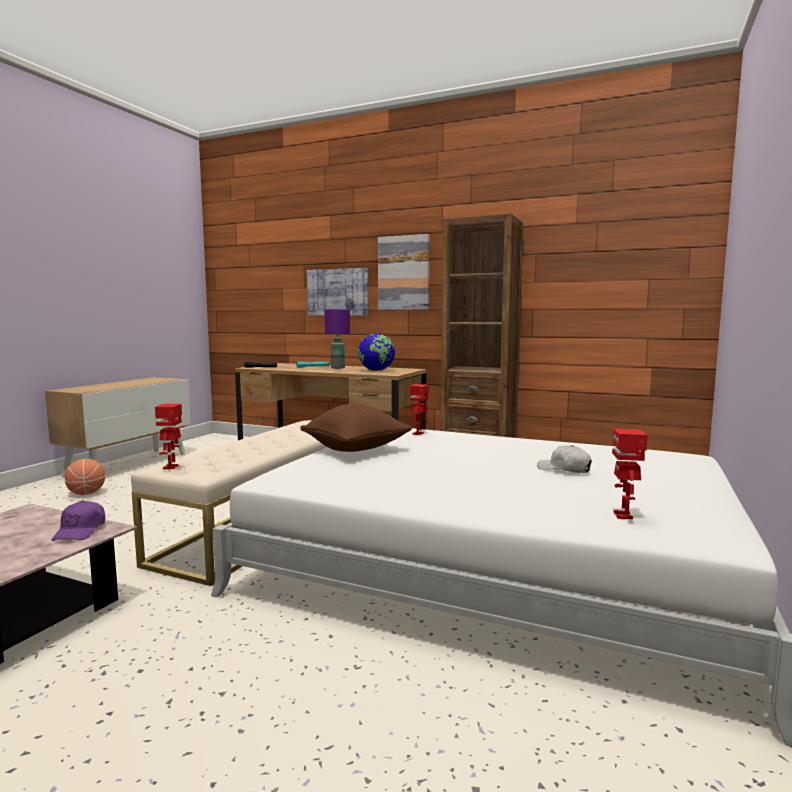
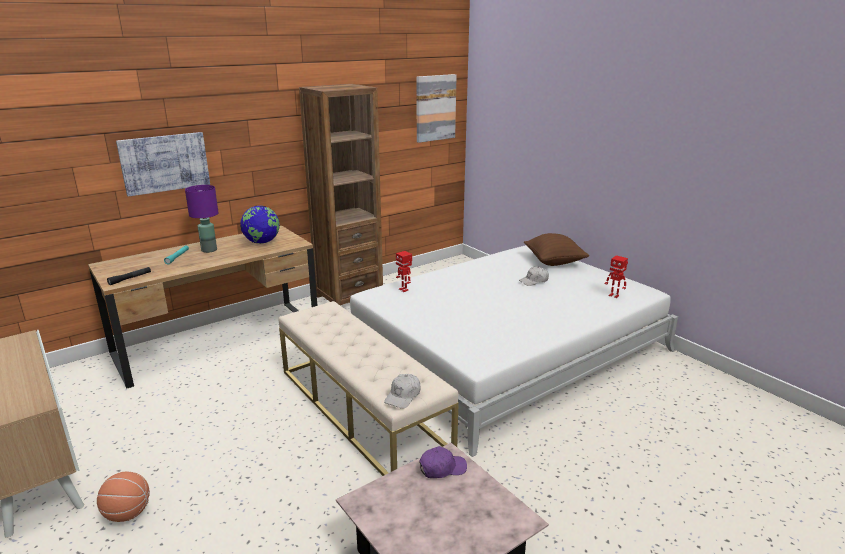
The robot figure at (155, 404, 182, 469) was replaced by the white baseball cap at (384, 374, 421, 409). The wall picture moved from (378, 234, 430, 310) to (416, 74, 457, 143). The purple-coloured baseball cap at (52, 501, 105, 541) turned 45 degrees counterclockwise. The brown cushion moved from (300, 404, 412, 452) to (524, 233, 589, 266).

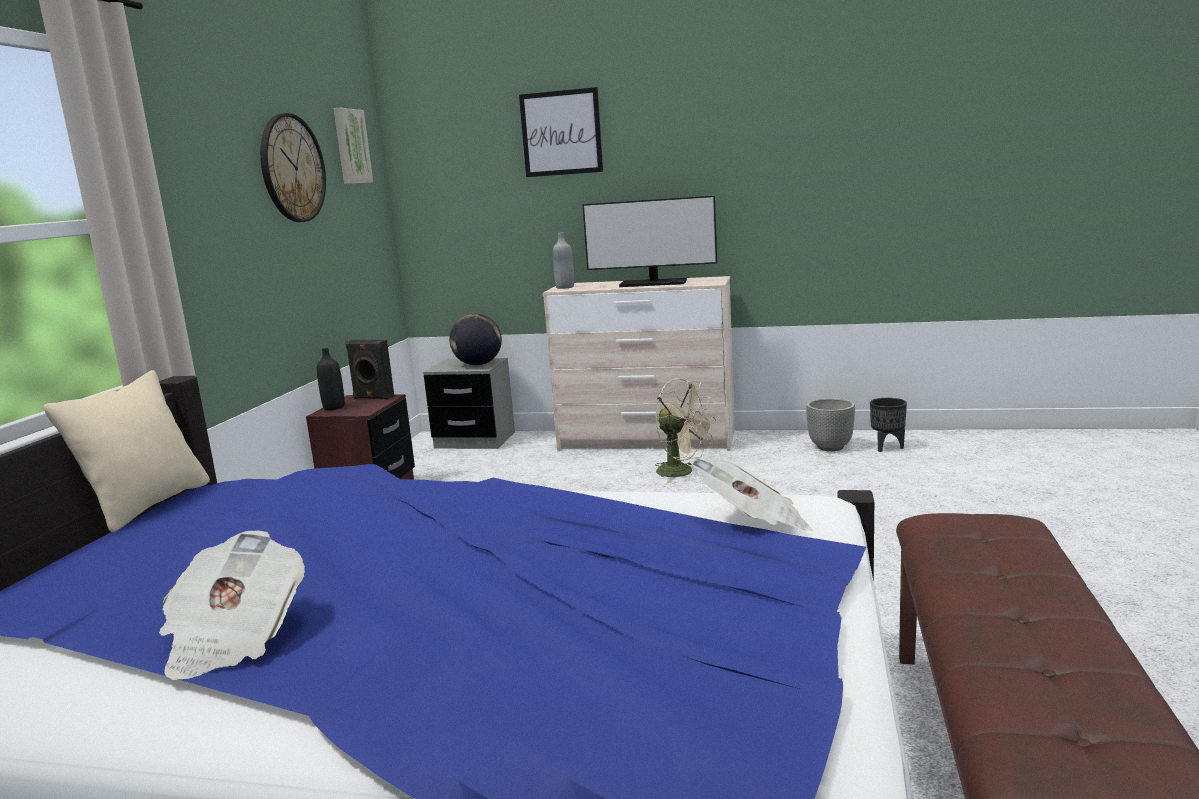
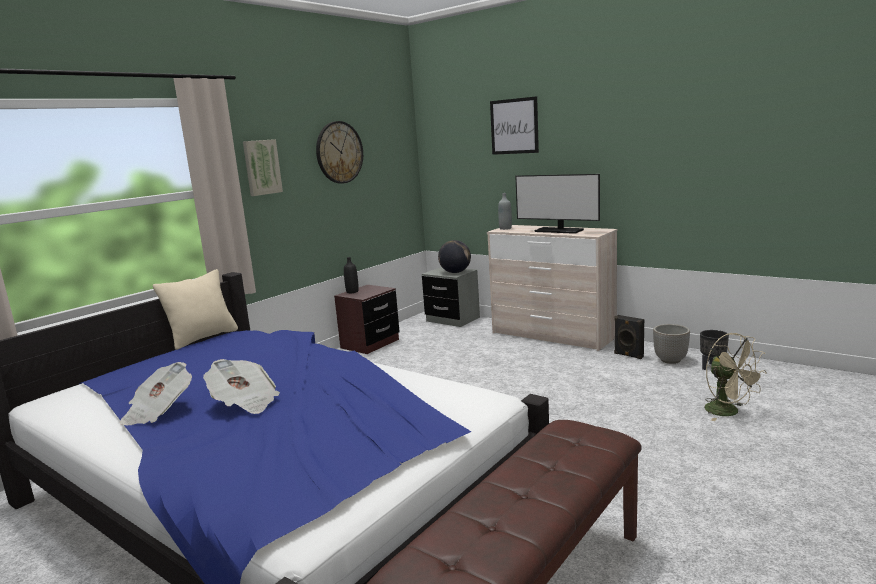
The daily paper moved from (689, 458, 813, 531) to (203, 359, 280, 414). The wall picture moved from (333, 108, 373, 184) to (243, 139, 283, 196). The black loudspeaker moved from (345, 340, 394, 400) to (614, 315, 644, 359). The beige electric fan moved from (655, 378, 716, 483) to (704, 333, 767, 421).

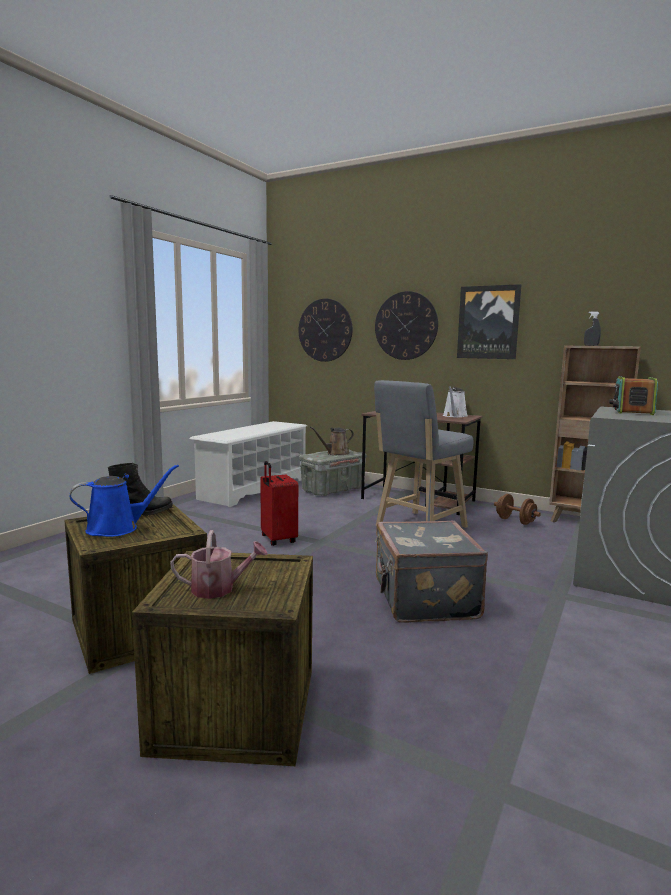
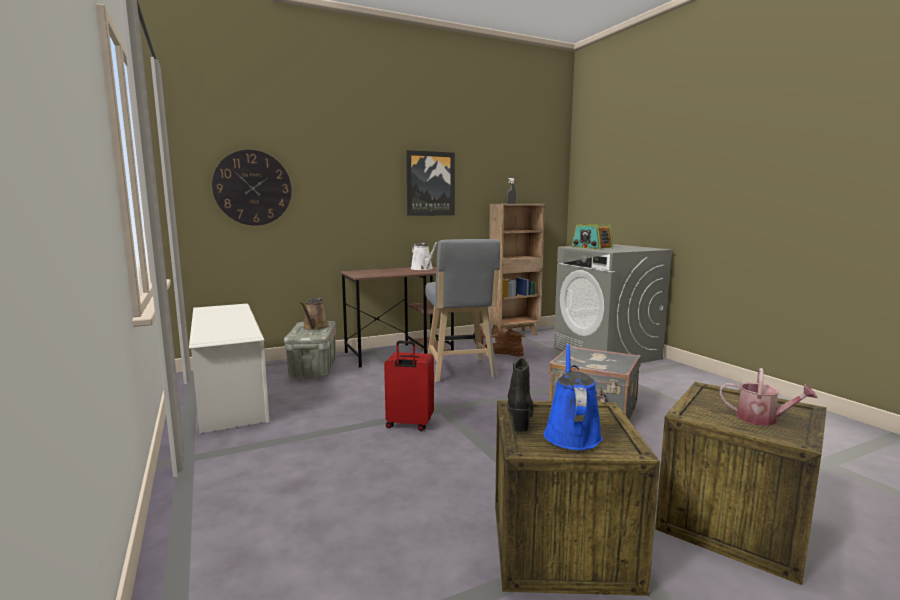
The brown boot at (484, 327, 526, 356) appeared. The watering pot at (170, 530, 268, 599) turned 90 degrees clockwise. The hanging clock at (375, 291, 438, 360) disappeared.

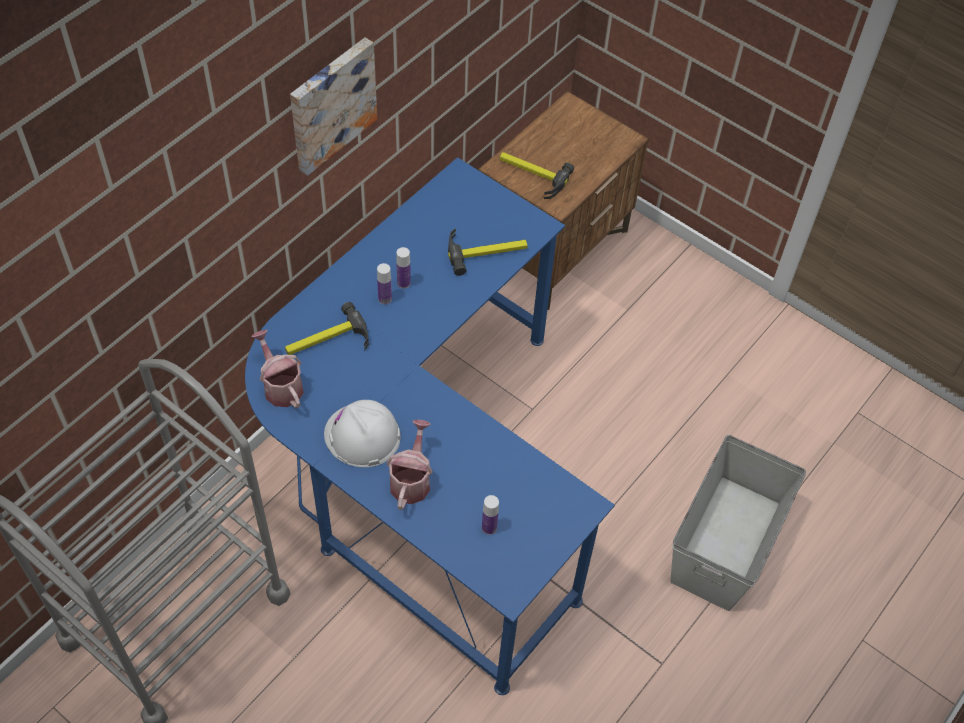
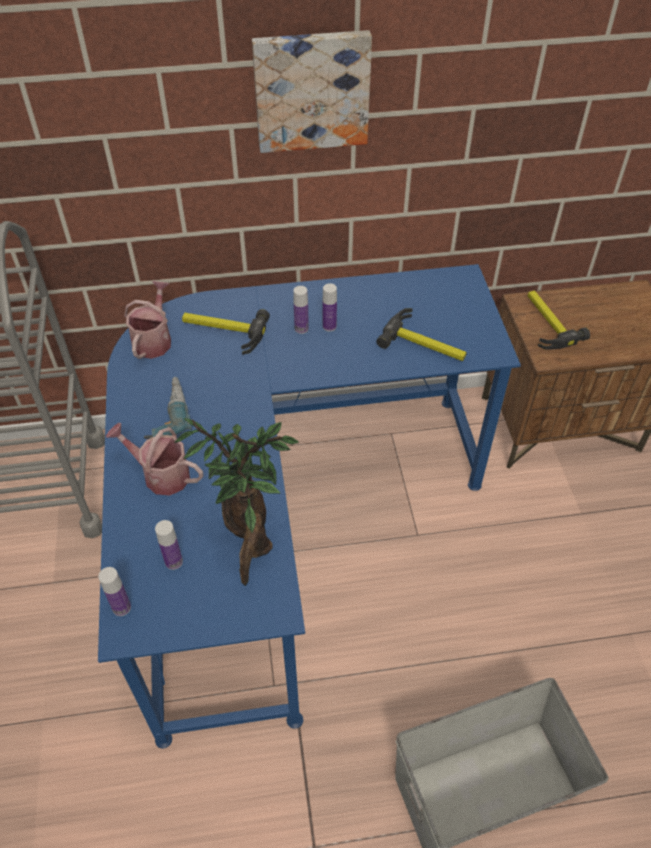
The drink bottle at (98, 567, 131, 616) appeared. The watering pot at (387, 420, 433, 510) turned 120 degrees counterclockwise. The white work helmet at (324, 400, 401, 467) was replaced by the electric drill at (144, 377, 192, 439). The potted plant at (175, 418, 299, 586) appeared.

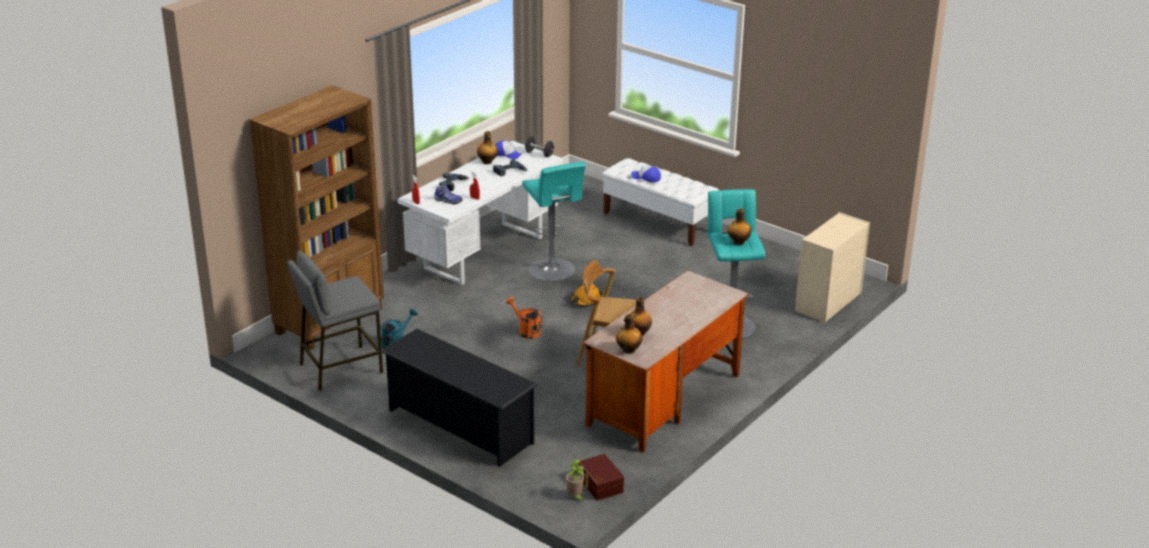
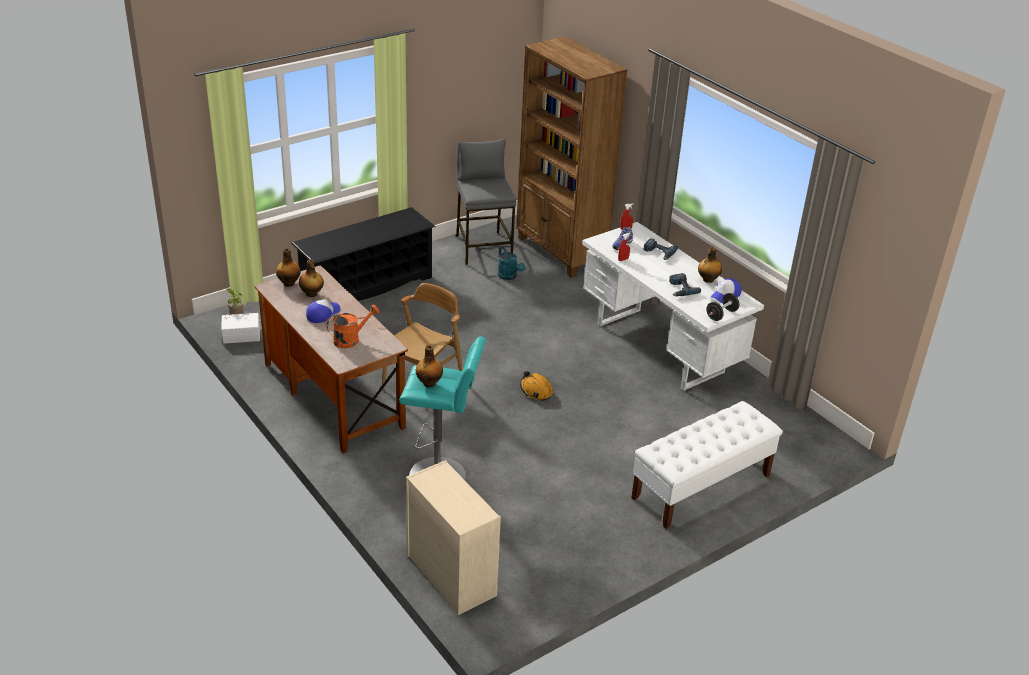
The brown storage box at (578, 454, 624, 501) became the white storage box at (221, 313, 260, 344). The baseball cap moved from (631, 166, 661, 182) to (306, 299, 340, 323). The orangey watering pot moved from (506, 297, 543, 339) to (327, 304, 380, 348). The turquoise-coloured stool seat at (522, 162, 586, 281) disappeared.

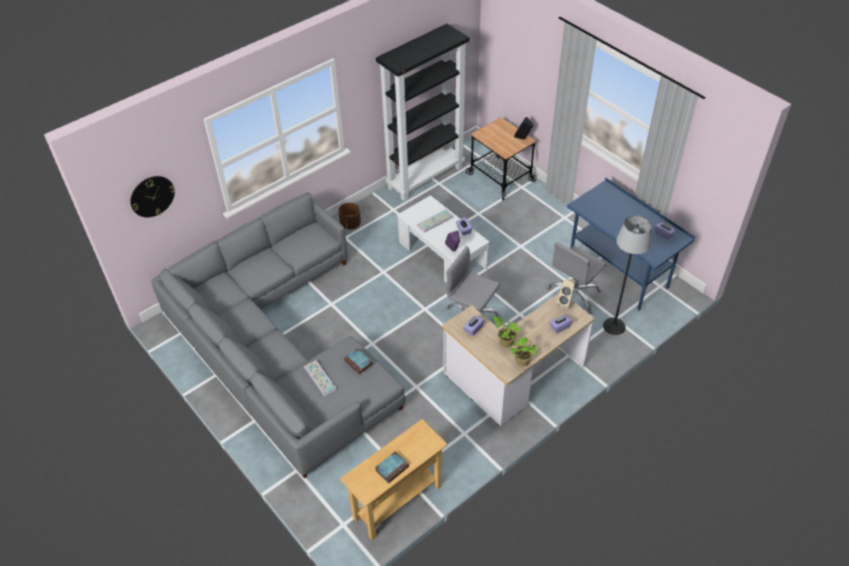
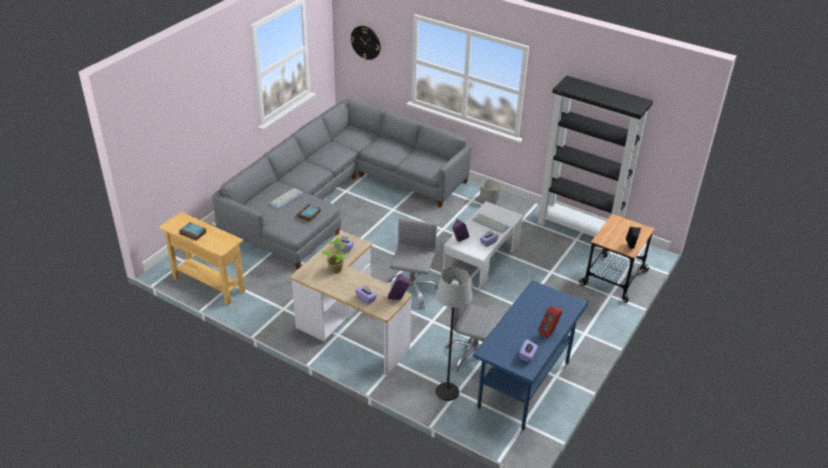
The beige loudspeaker at (556, 279, 575, 310) became the purple-coloured loudspeaker at (388, 274, 410, 300). The brown plant pot at (338, 203, 361, 229) became the grey plant pot at (480, 179, 501, 203). The red loudspeaker at (538, 306, 562, 338) appeared. The potted plant at (509, 337, 538, 366) disappeared.

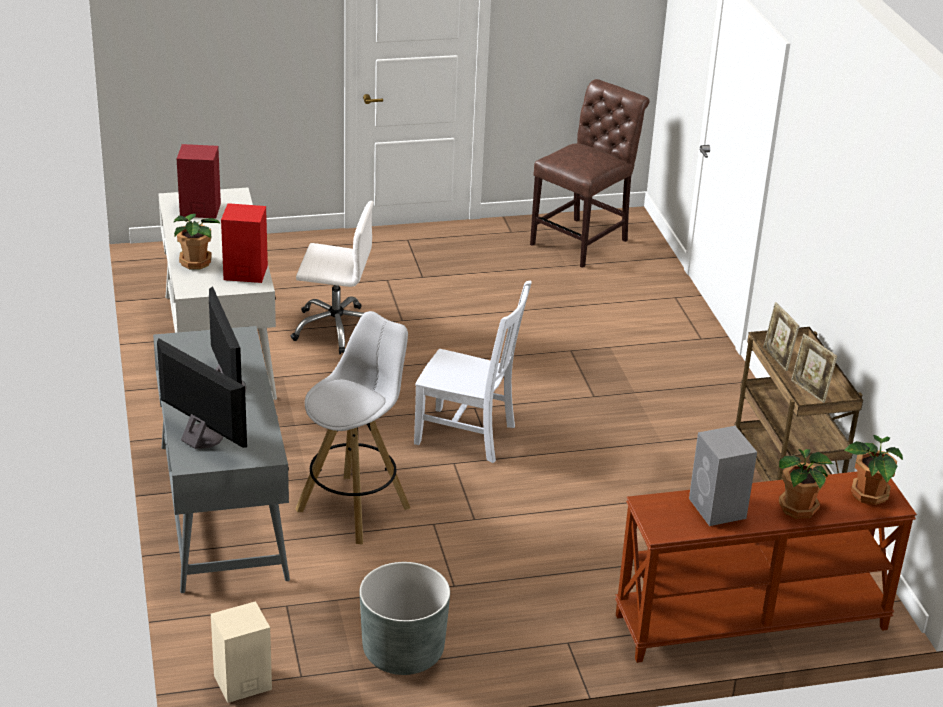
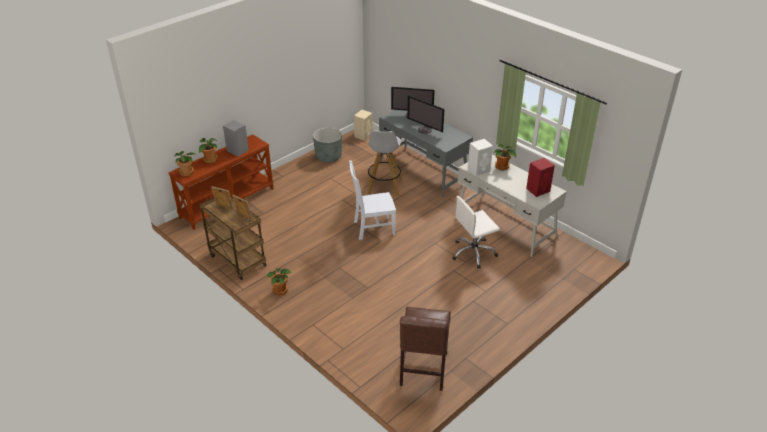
The potted plant at (267, 268, 292, 296) appeared. The red loudspeaker at (221, 203, 268, 283) became the white loudspeaker at (468, 139, 493, 176).

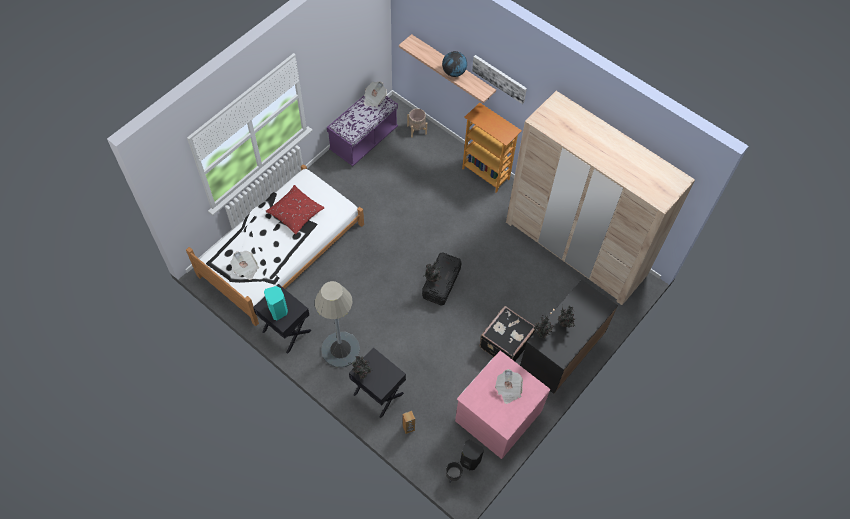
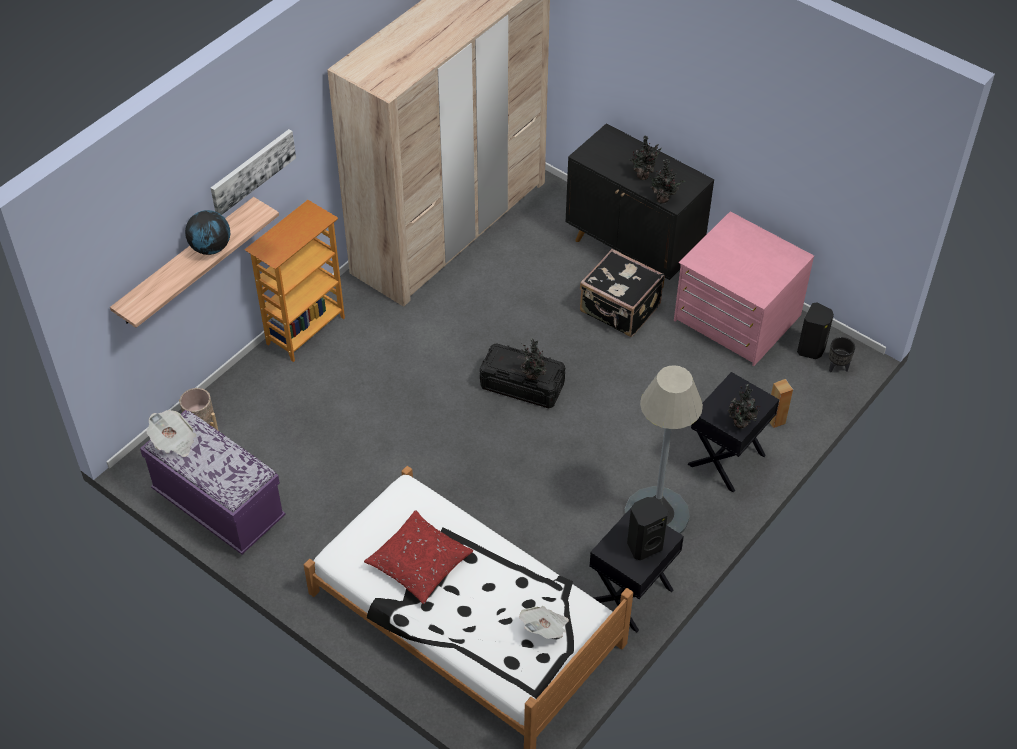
The turquoise-coloured loudspeaker at (264, 286, 288, 320) became the black loudspeaker at (627, 497, 668, 561). The daily paper at (495, 369, 523, 404) disappeared.

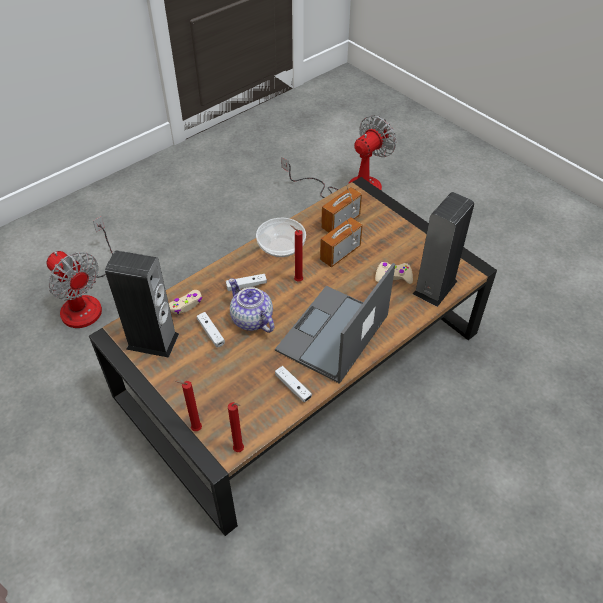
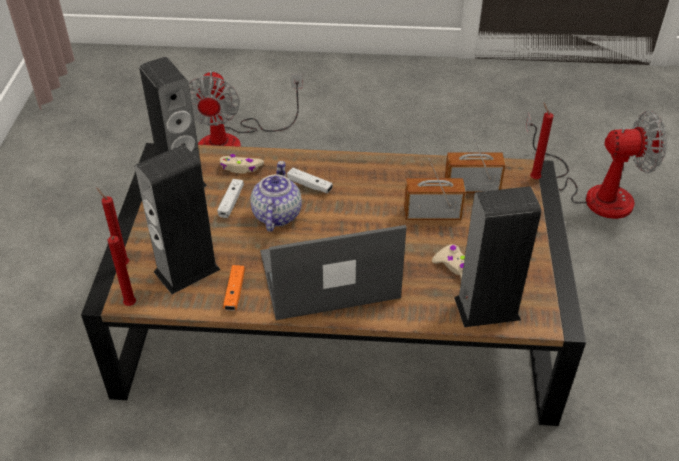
The loudspeaker at (134, 145, 221, 294) appeared. The white gamepad at (275, 366, 312, 402) became the orangey gamepad at (223, 265, 245, 311). The red candle moved from (290, 225, 303, 282) to (530, 102, 554, 179). The serving bowl at (256, 218, 306, 257) disappeared.

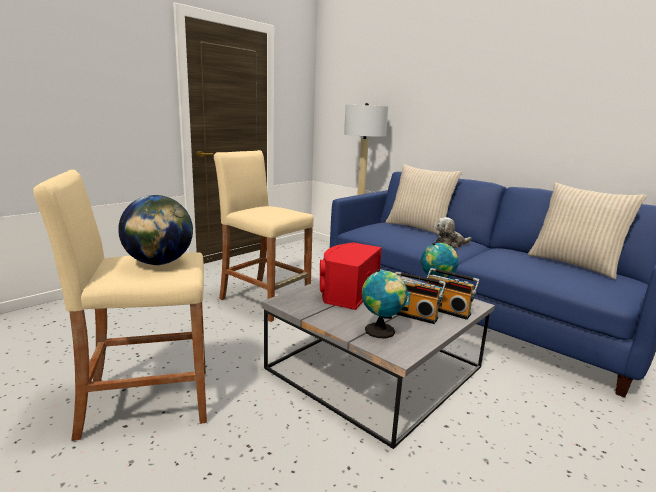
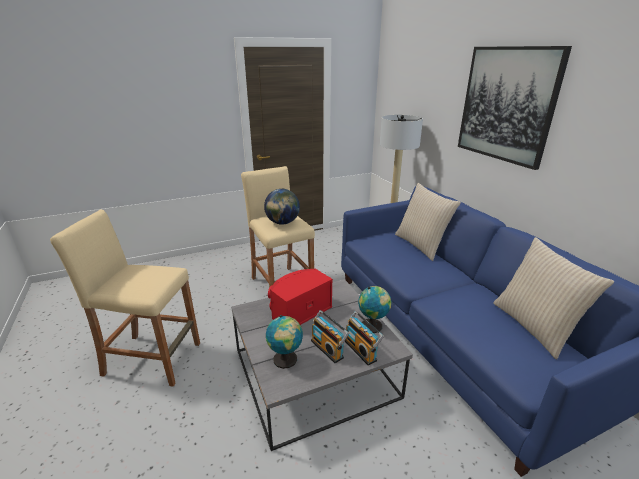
The globe moved from (118, 195, 193, 265) to (264, 189, 300, 225). The wall picture at (458, 46, 572, 170) appeared. The cuddly toy at (435, 217, 472, 248) disappeared.

